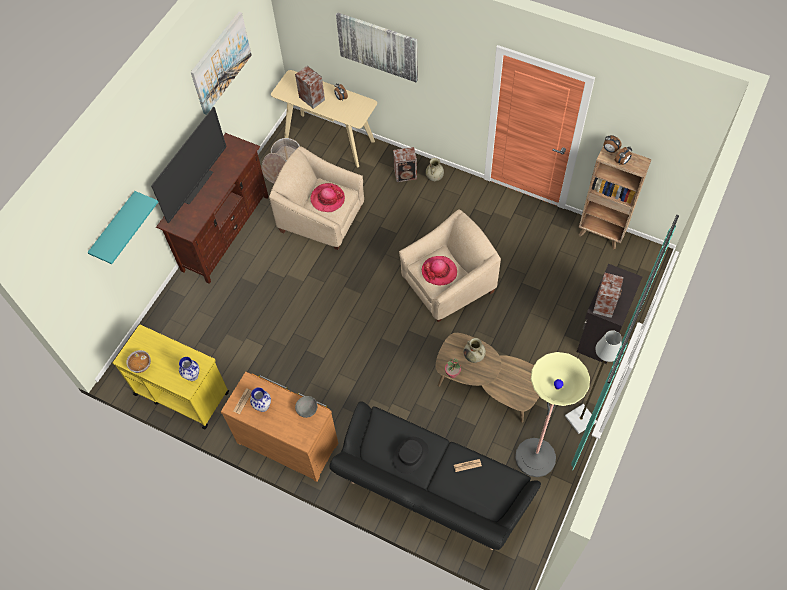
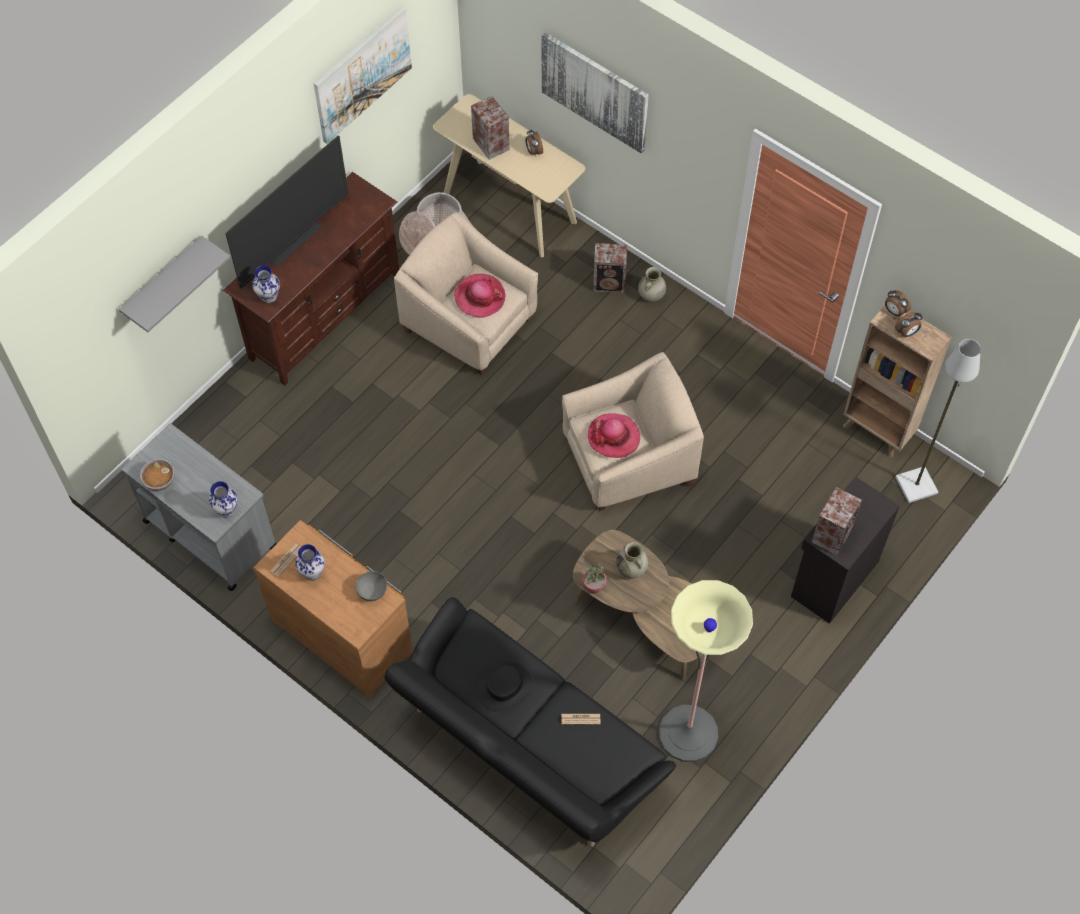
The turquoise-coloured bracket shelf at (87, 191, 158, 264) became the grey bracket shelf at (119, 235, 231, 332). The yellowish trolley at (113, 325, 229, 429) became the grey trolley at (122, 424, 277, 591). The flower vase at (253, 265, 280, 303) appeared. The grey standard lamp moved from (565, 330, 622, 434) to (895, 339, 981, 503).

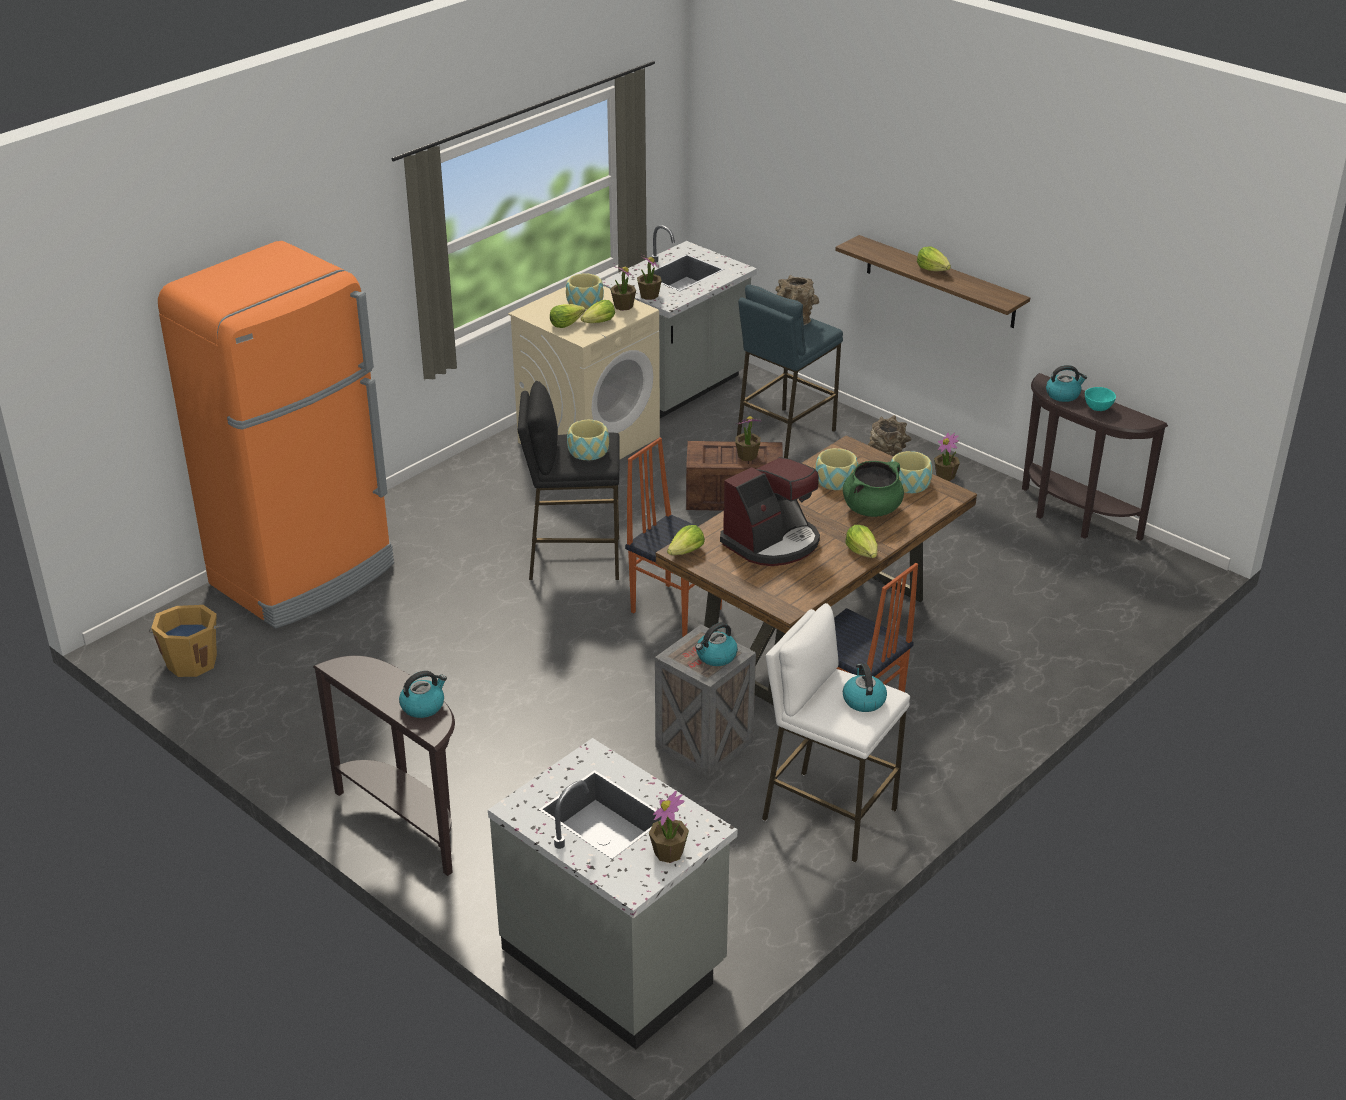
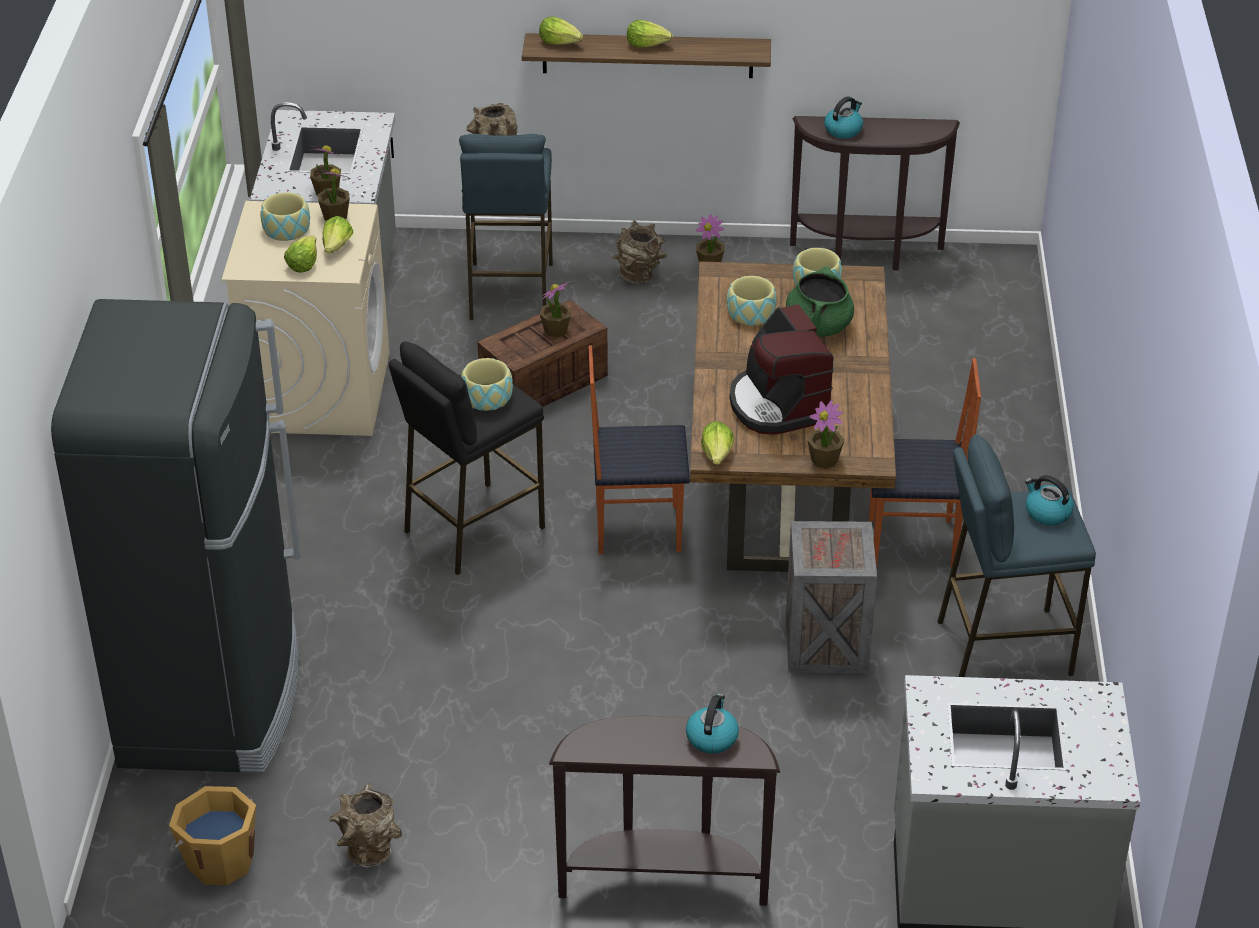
The orangey refrigerator at (158, 241, 394, 628) became the black refrigerator at (51, 299, 300, 773). The brown flower vase at (329, 783, 402, 868) appeared. The head of lettuce moved from (846, 525, 878, 558) to (539, 16, 583, 45). The coffee machine at (720, 457, 820, 566) turned 150 degrees clockwise. The potted plant moved from (649, 791, 689, 863) to (807, 400, 845, 469). The white stool seat at (762, 603, 910, 863) became the blue stool seat at (937, 435, 1096, 677). The kettle at (695, 622, 738, 666) disappeared. The turquoise-coloured serving bowl at (1085, 387, 1116, 411) disappeared.

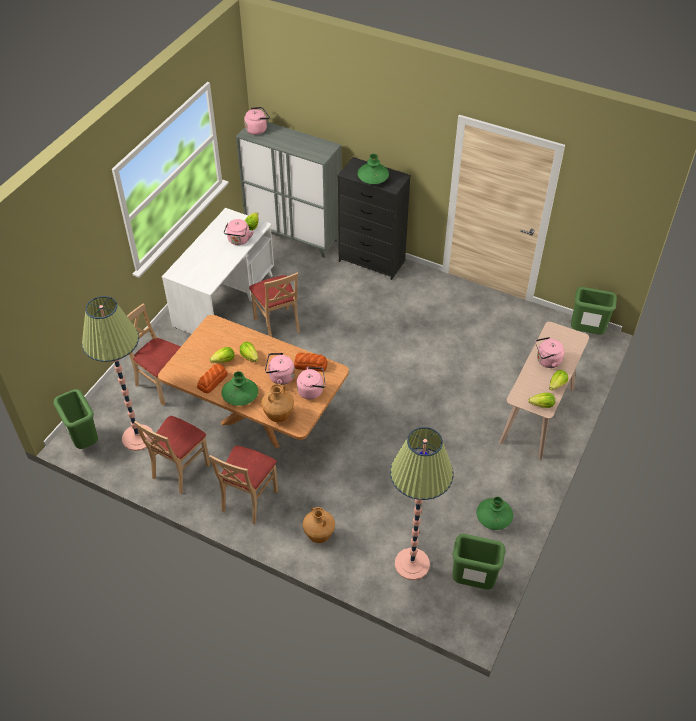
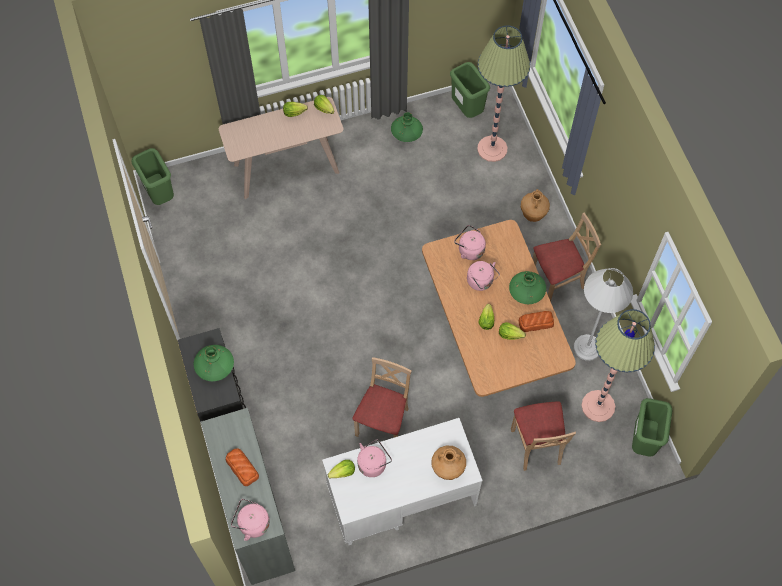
The bread moved from (294, 353, 327, 372) to (226, 448, 259, 486). The brown flower vase moved from (261, 384, 294, 422) to (432, 446, 466, 480). The beige plain chair at (134, 416, 210, 494) was replaced by the white standard lamp at (574, 268, 633, 361). The pinkish kettle at (535, 337, 564, 368) disappeared.

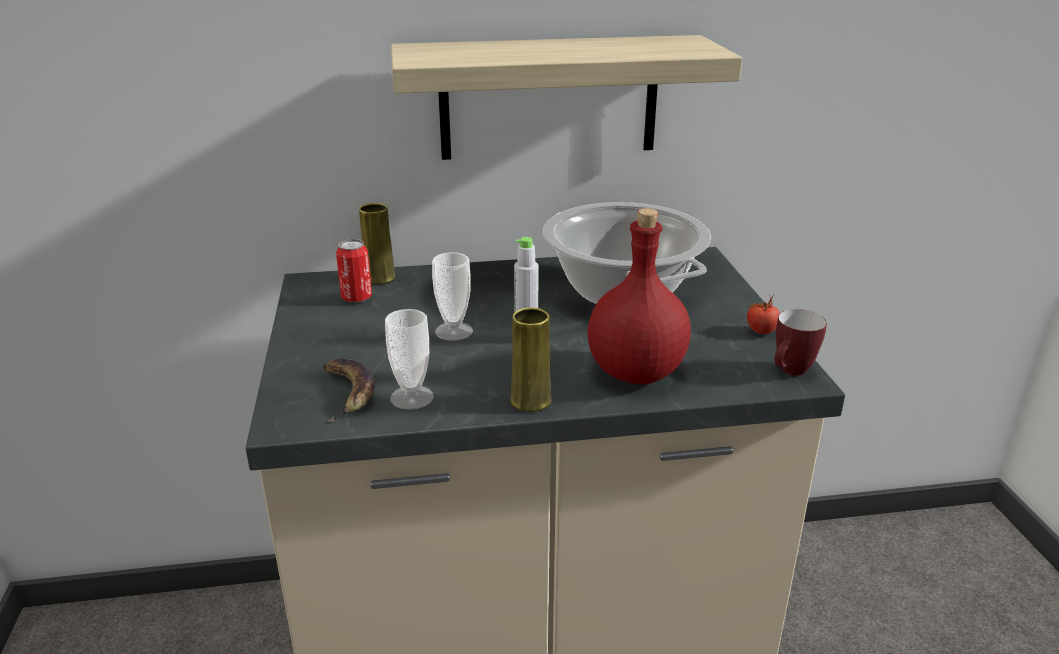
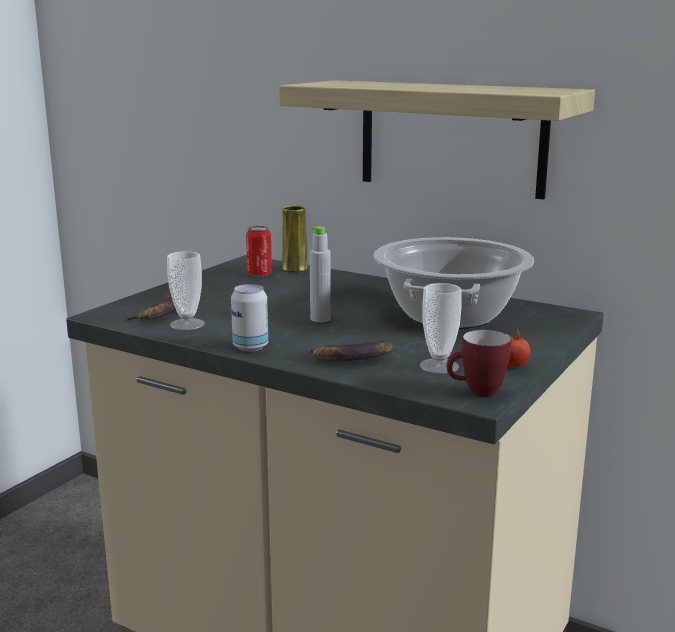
The yellowish flower vase at (510, 307, 552, 412) was replaced by the sealed can at (231, 284, 268, 352). The red drink bottle at (587, 208, 691, 385) was replaced by the whole banana at (307, 340, 393, 361). The drinking cup moved from (432, 252, 473, 341) to (420, 283, 462, 374).

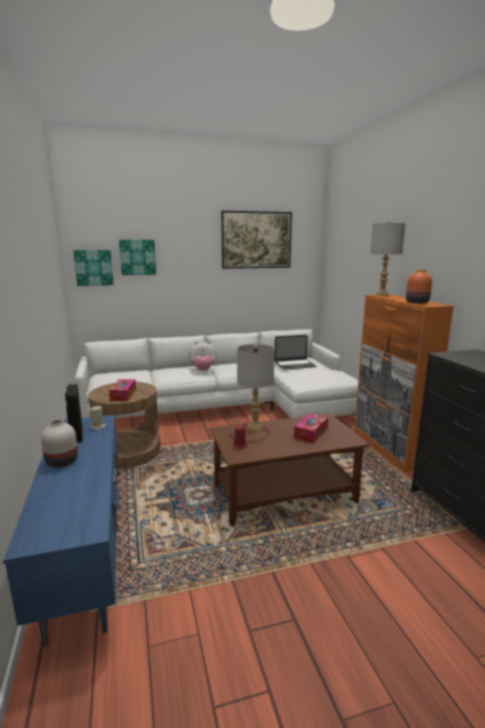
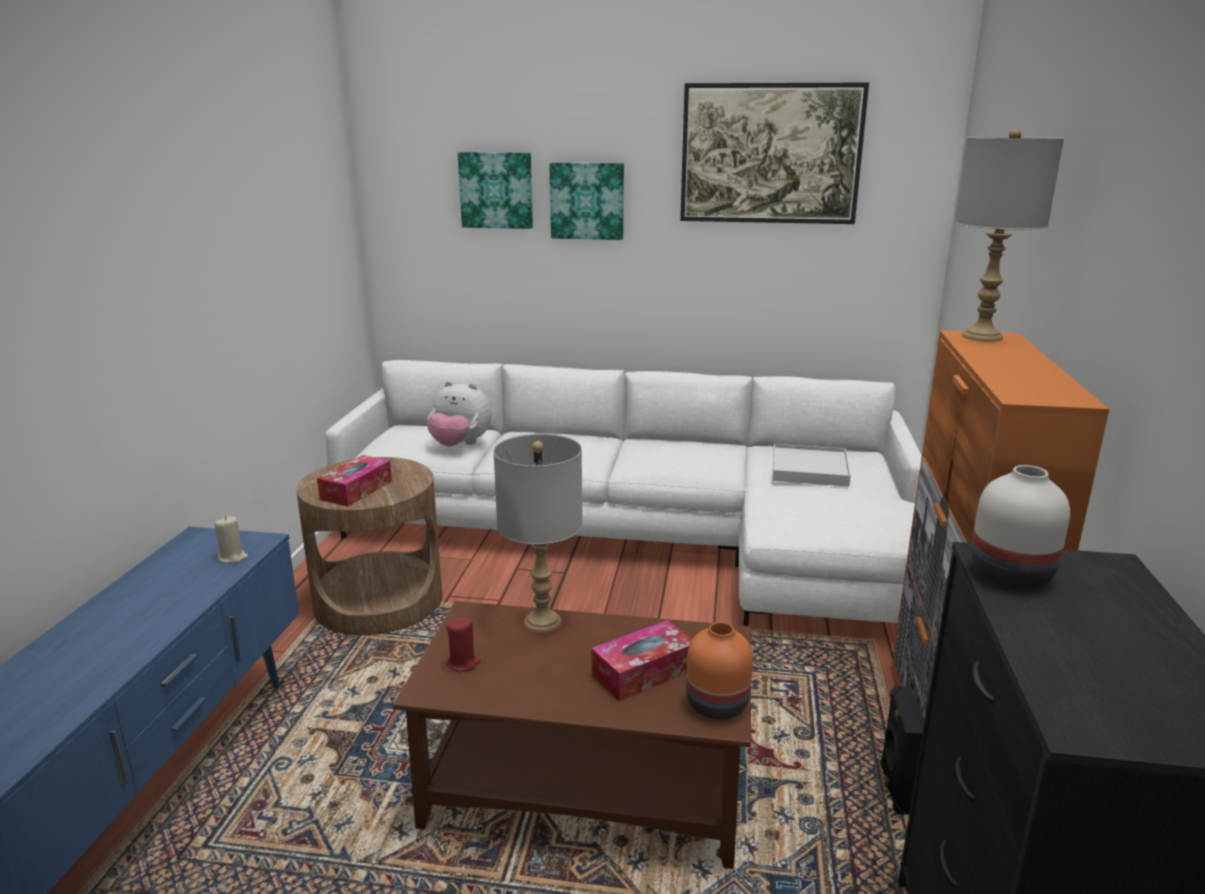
The cuddly toy moved from (189, 341, 217, 370) to (427, 381, 491, 447). The wall picture moved from (73, 250, 113, 286) to (549, 162, 624, 240). The orangey flower vase moved from (406, 270, 432, 304) to (686, 622, 753, 720). The laptop at (274, 335, 317, 369) was replaced by the white serving tray at (772, 444, 851, 487). The black loudspeaker moved from (65, 384, 83, 443) to (880, 686, 924, 815). The white flower vase moved from (41, 419, 78, 468) to (971, 465, 1070, 589).

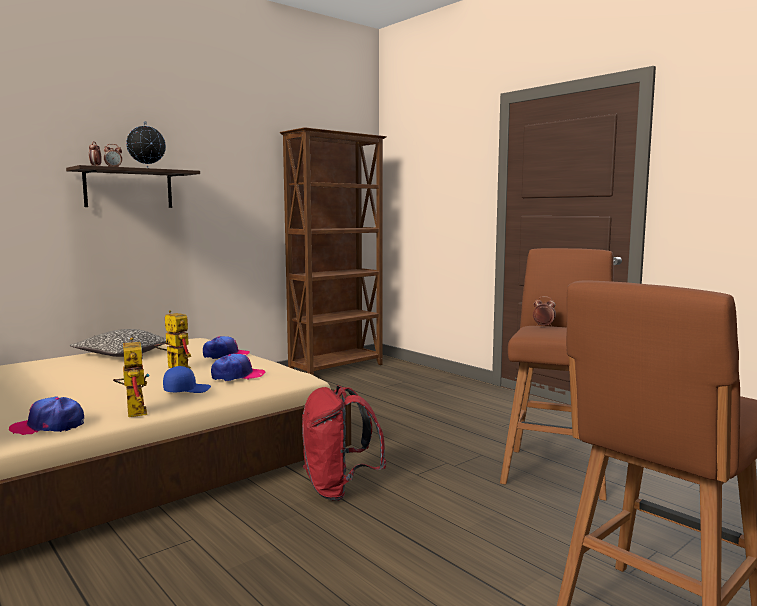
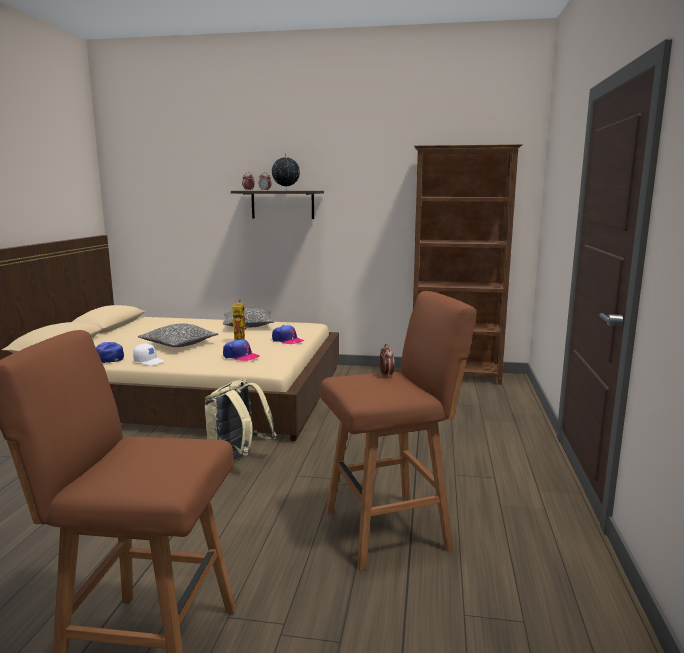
The robot figure at (113, 338, 149, 417) was replaced by the white baseball cap at (133, 344, 164, 366). The cushion at (138, 323, 219, 347) appeared. The red knapsack at (302, 385, 387, 501) became the beige knapsack at (205, 379, 276, 460). The blue baseball cap at (163, 366, 211, 393) disappeared.

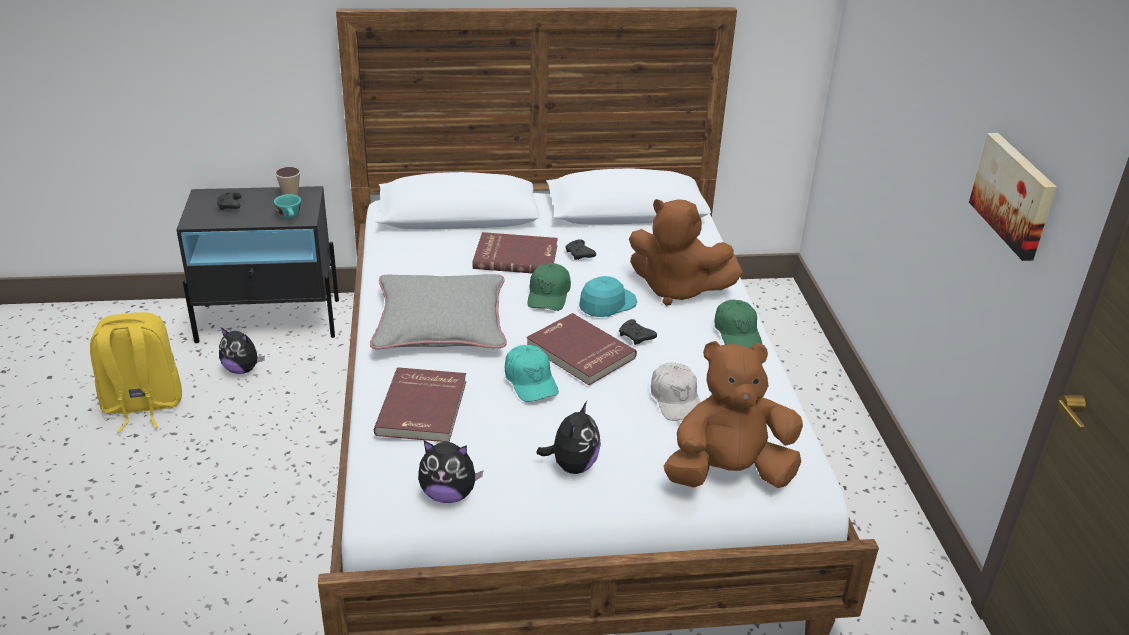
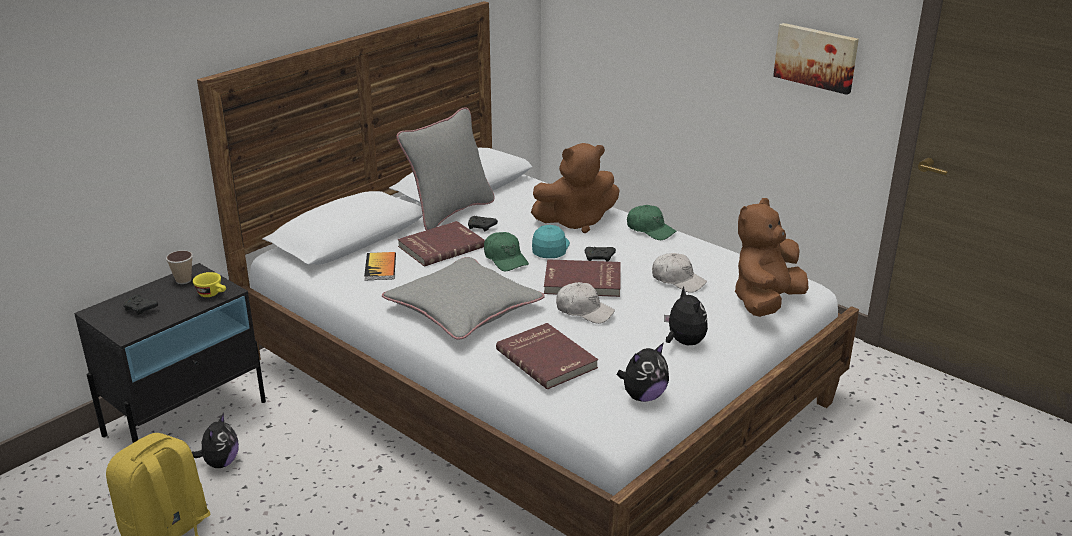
The cuddly toy at (219, 328, 265, 374) turned 60 degrees counterclockwise. The turquoise-coloured drinking cup at (274, 194, 301, 219) became the yellowish drinking cup at (193, 272, 226, 297). The volume at (364, 252, 396, 280) appeared. The grey cushion at (396, 107, 495, 230) appeared. The turquoise-coloured baseball cap at (505, 345, 559, 402) became the white baseball cap at (556, 282, 615, 324).

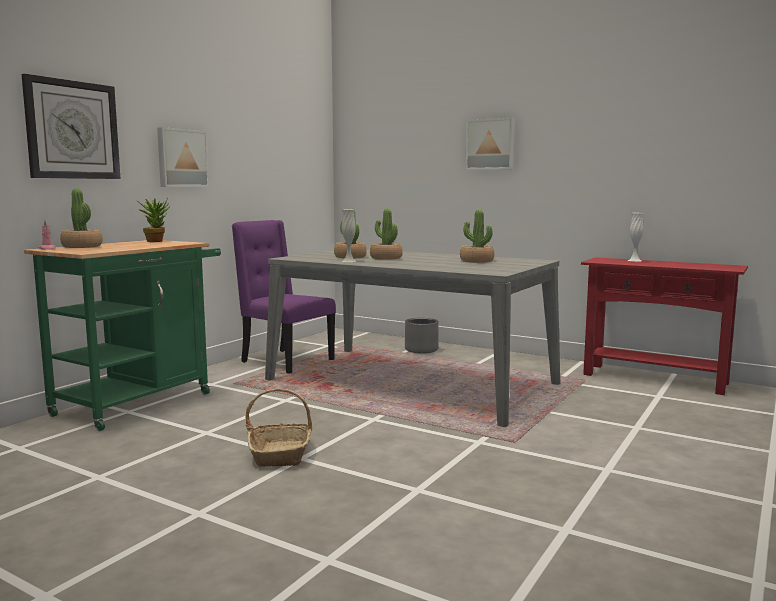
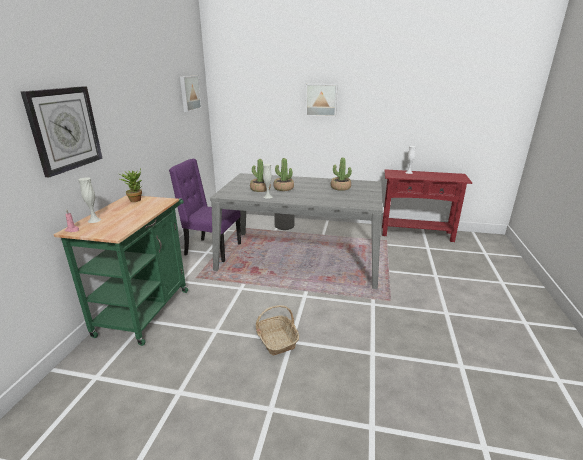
The potted plant at (60, 189, 103, 248) was replaced by the white flower vase at (78, 177, 102, 223). The wall picture moved from (157, 127, 209, 187) to (180, 76, 202, 112).

